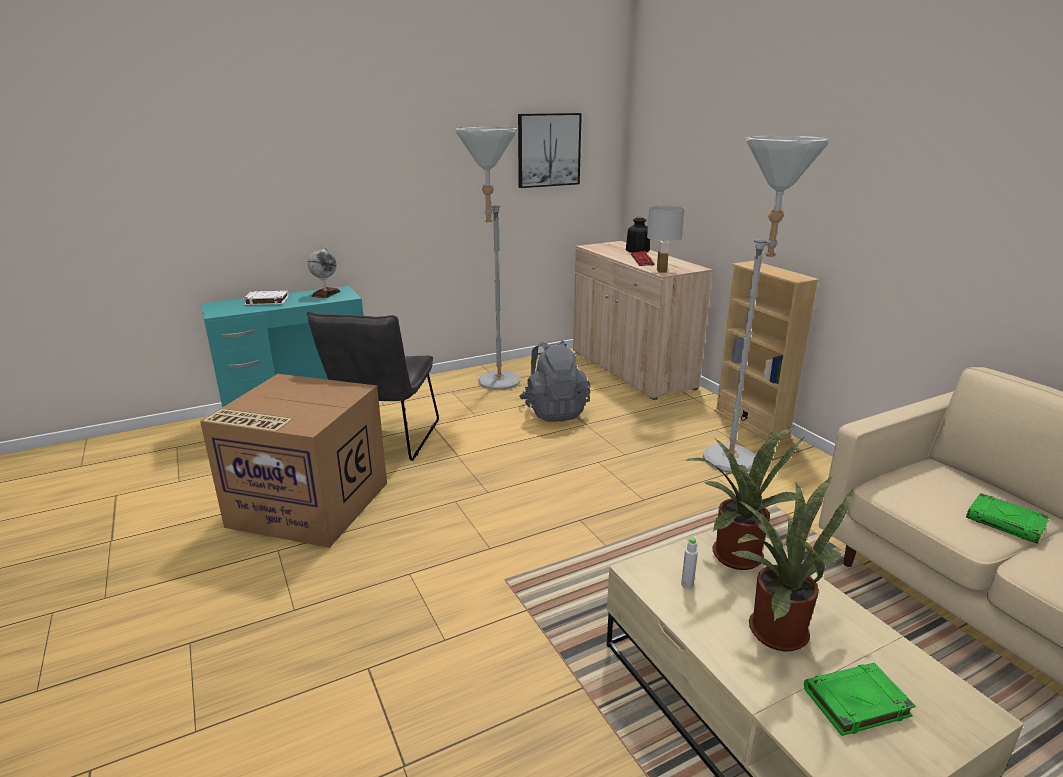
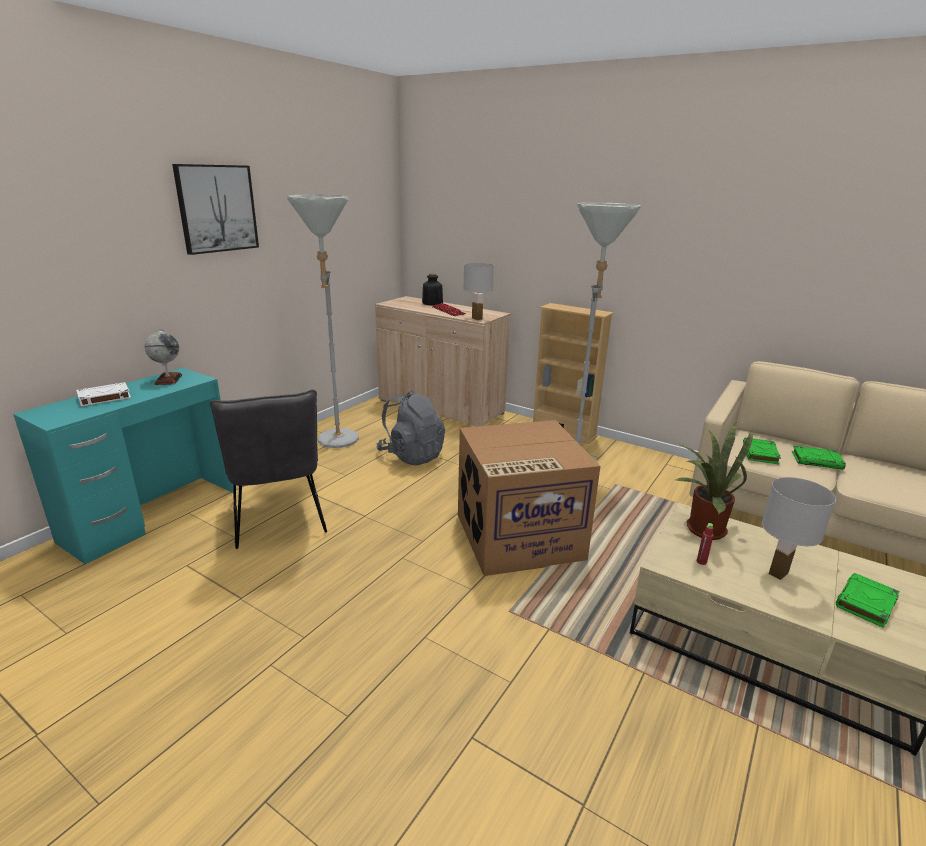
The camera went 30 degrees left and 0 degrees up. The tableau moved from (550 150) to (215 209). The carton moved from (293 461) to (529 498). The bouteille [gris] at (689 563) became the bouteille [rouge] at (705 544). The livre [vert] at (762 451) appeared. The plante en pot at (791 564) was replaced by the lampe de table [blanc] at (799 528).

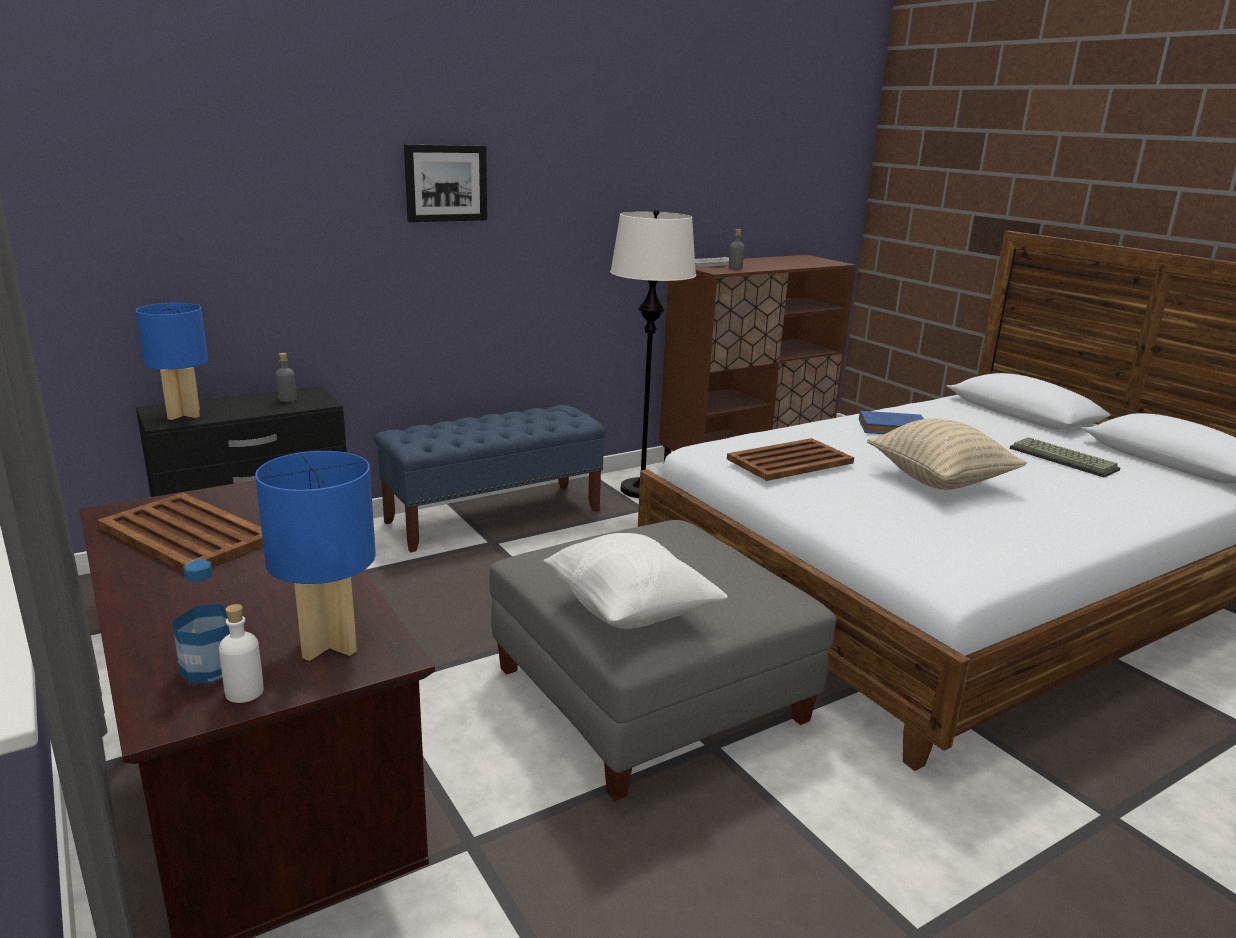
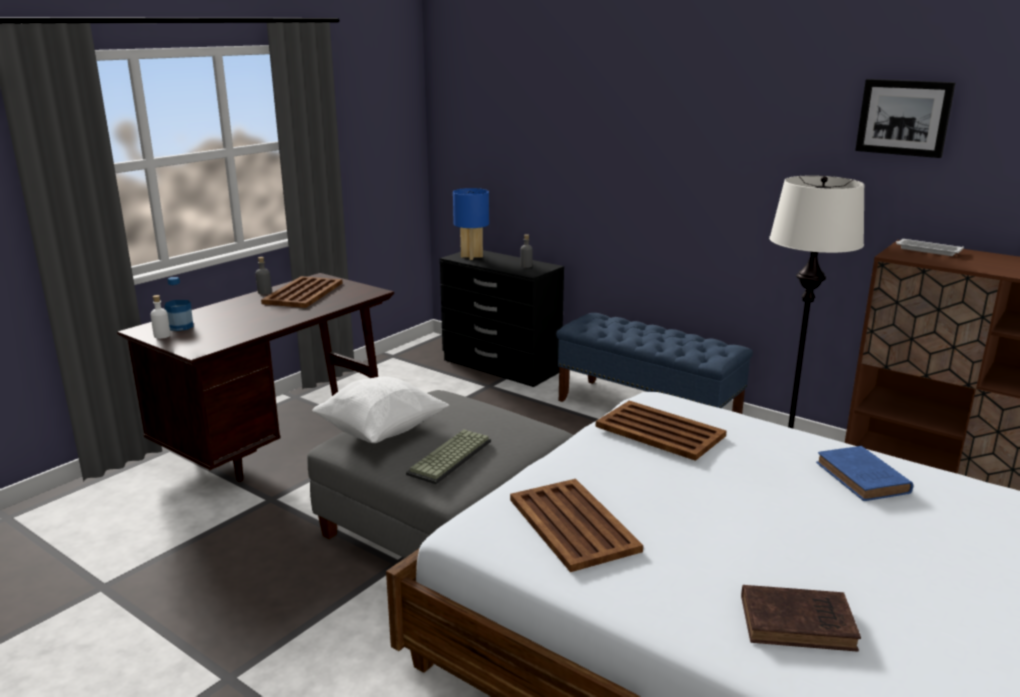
The camera went 70 degrees right and 0 degrees up. The bouteille [gris] moved from (736 249) to (264 276). The clavier moved from (1065 457) to (448 457). The plateau [marron] at (576 525) appeared. The livre [marron] at (801 618) appeared. The tableau moved from (445 183) to (905 118). The lampe de table [bleu] at (315 556) disappeared. The coussin [beige] at (947 454) disappeared.

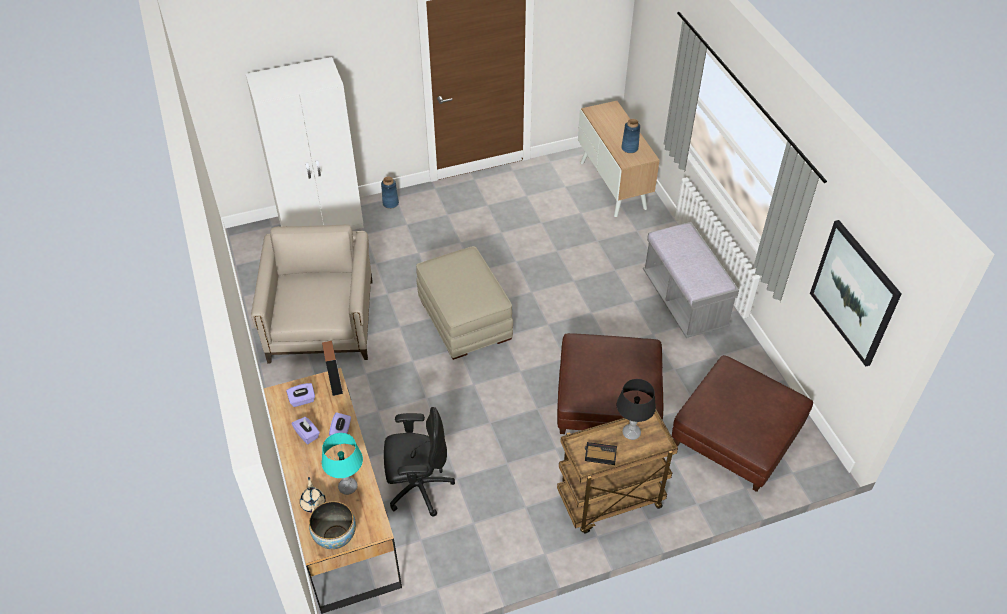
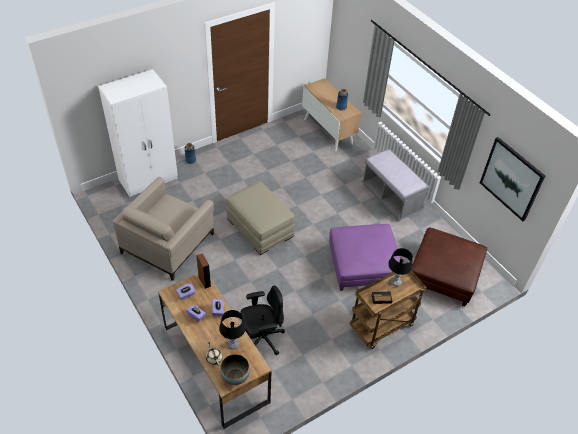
The camera went 15 degrees left and 0 degrees up. The fauteuil [beige] at (312 293) turned 135 degrees counterclockwise. The lampe de table [turquoise] at (342 464) became the lampe de table [noir] at (232 330). The pouf [marron] at (610 383) became the pouf [violet] at (365 257).

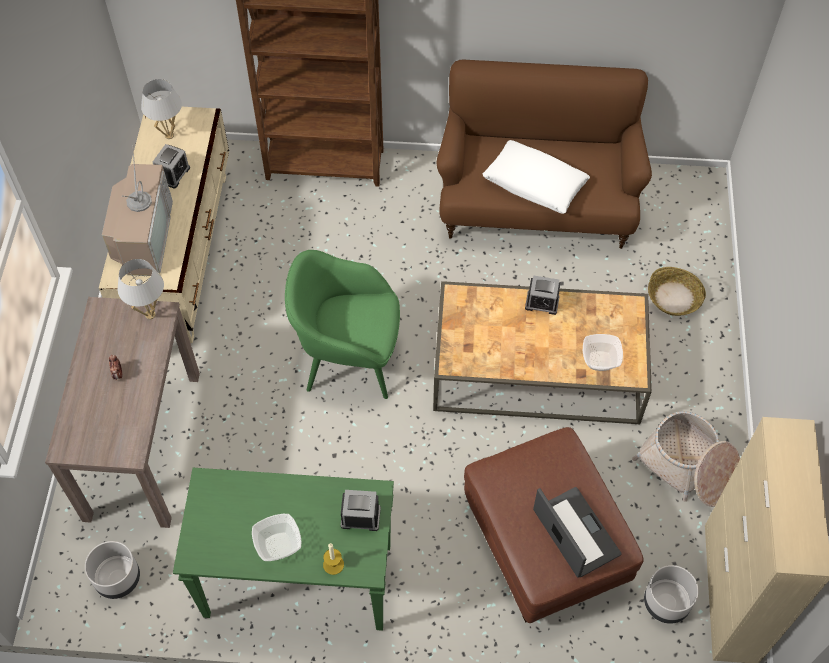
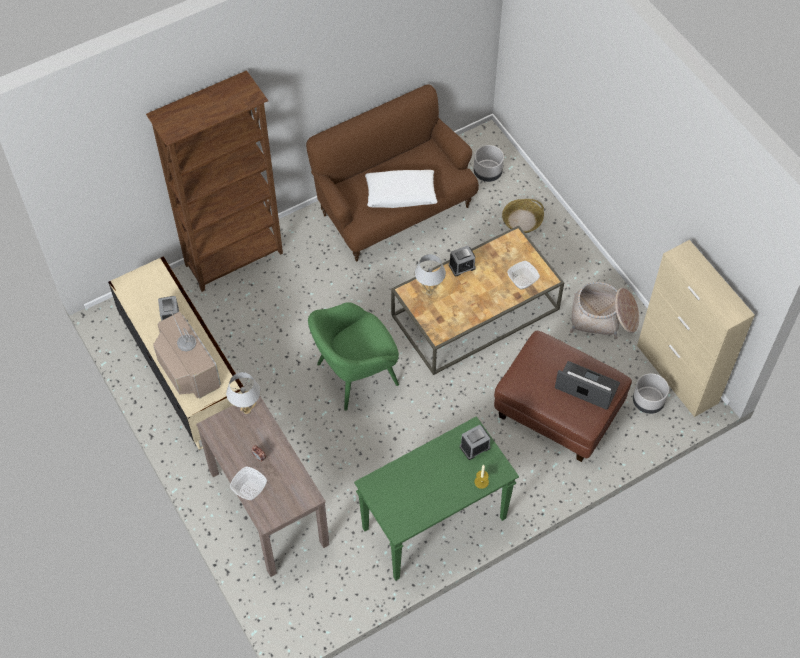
The camera went 35 degrees left and 0 degrees up. The bol moved from (277 537) to (248 483). The lampe de table [blanc] moved from (161 109) to (430 274). The cache-pot [gris] moved from (112 570) to (489 163).

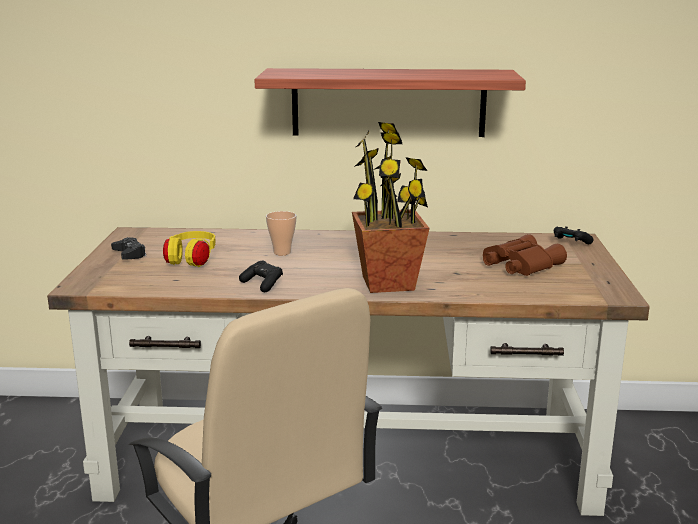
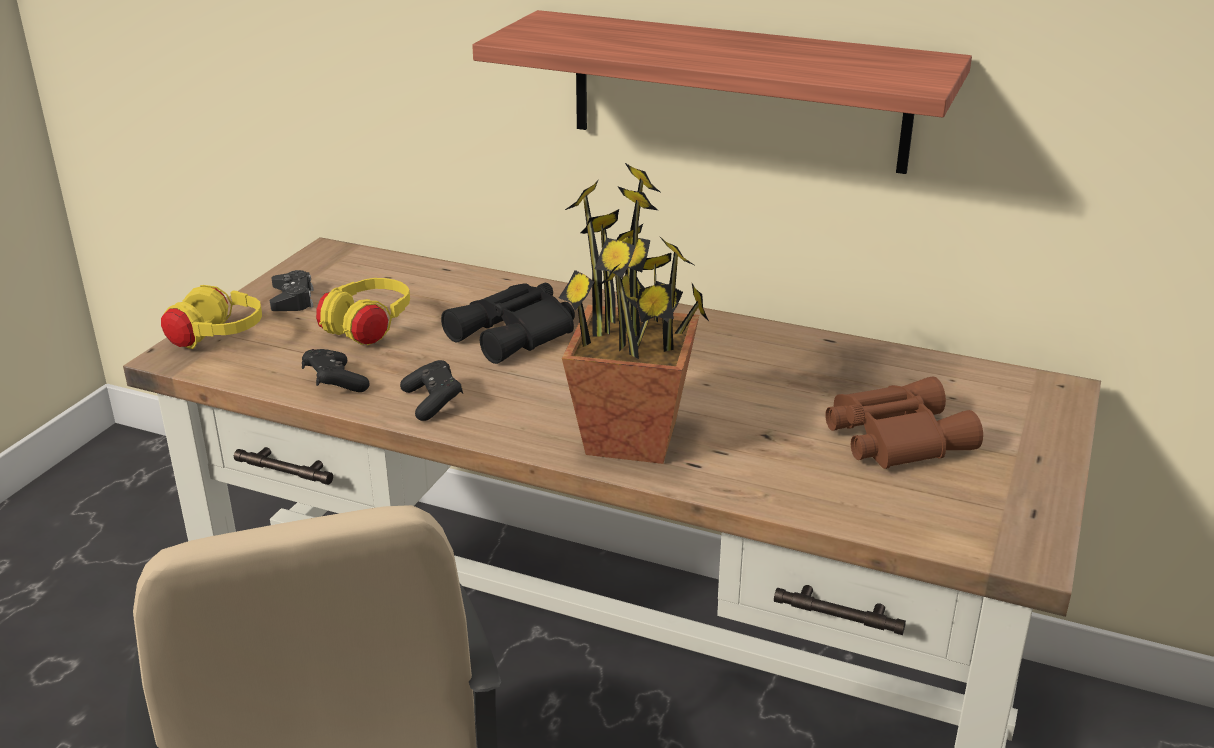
The camera went 20 degrees right and 10 degrees up. The casque audio [jaune] at (211 317) appeared. The manette [noir] moved from (573 235) to (336 370). The tasse at (281 233) was replaced by the jumelles [noir] at (508 323).

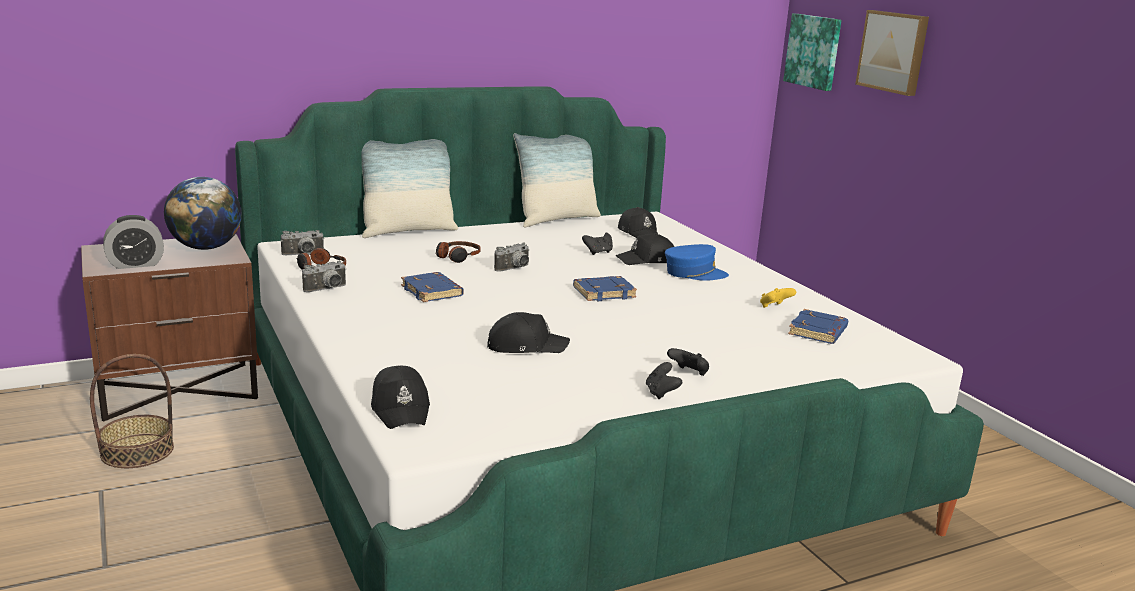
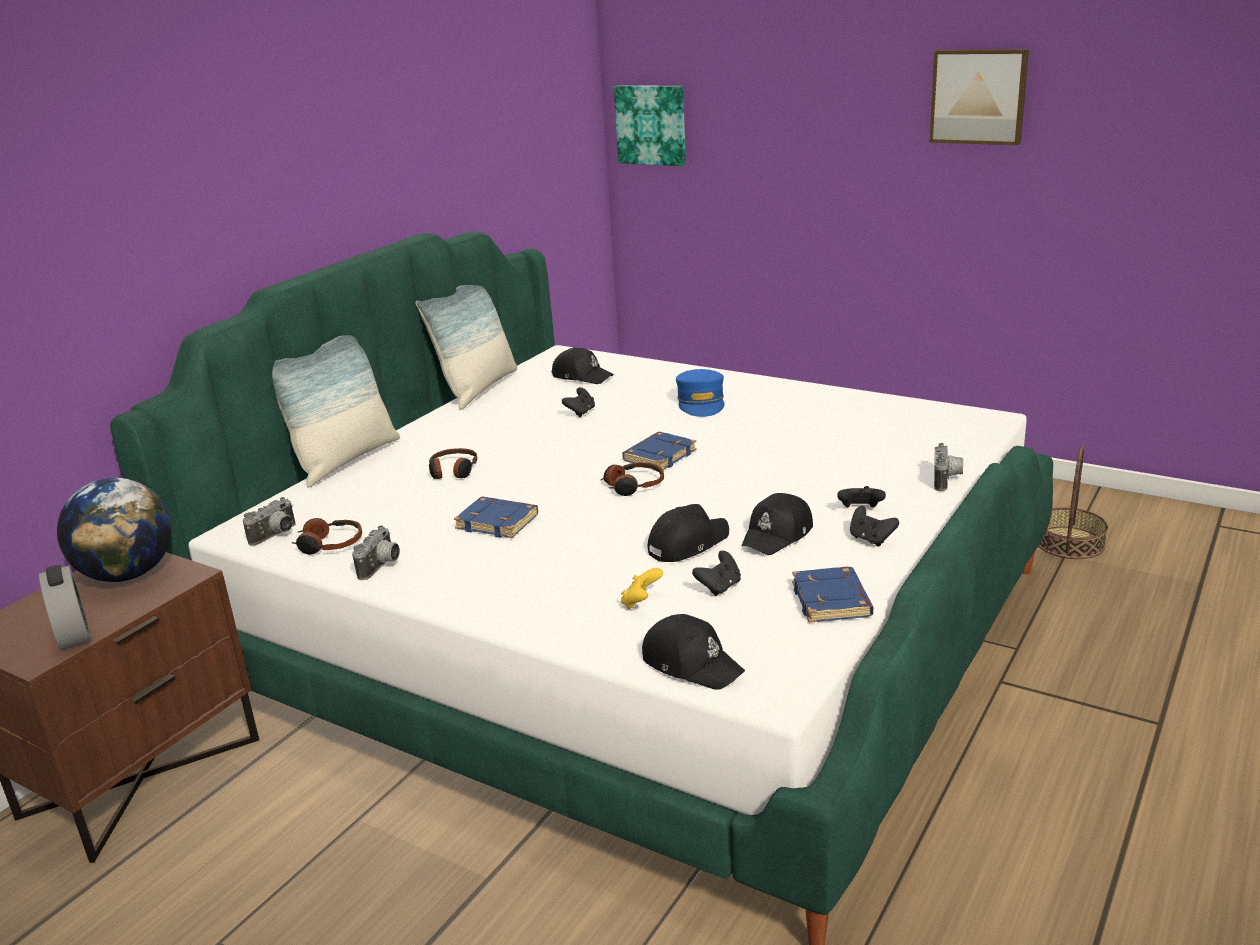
The camera went 30 degrees left and 5 degrees up. The réveil at (133 242) turned 60 degrees counterclockwise. The casque audio at (632 479) appeared. The manette [jaune] moved from (778 298) to (642 588). The casquette [bleu] at (697 262) turned 120 degrees clockwise. The manette [noir] at (716 573) appeared. The casquette [noir] moved from (645 249) to (777 524). The livre [bleu] moved from (818 326) to (832 595). The tableau moved from (892 53) to (979 97). The appareil photo moved from (512 257) to (948 467). The panier moved from (132 411) to (1073 502).

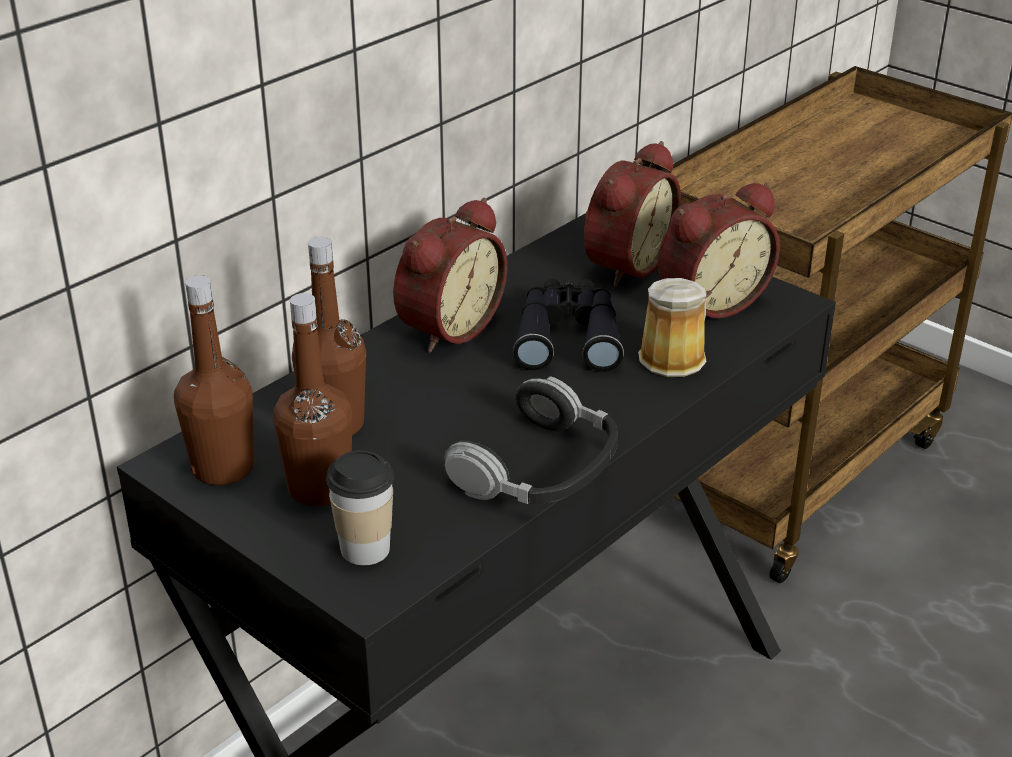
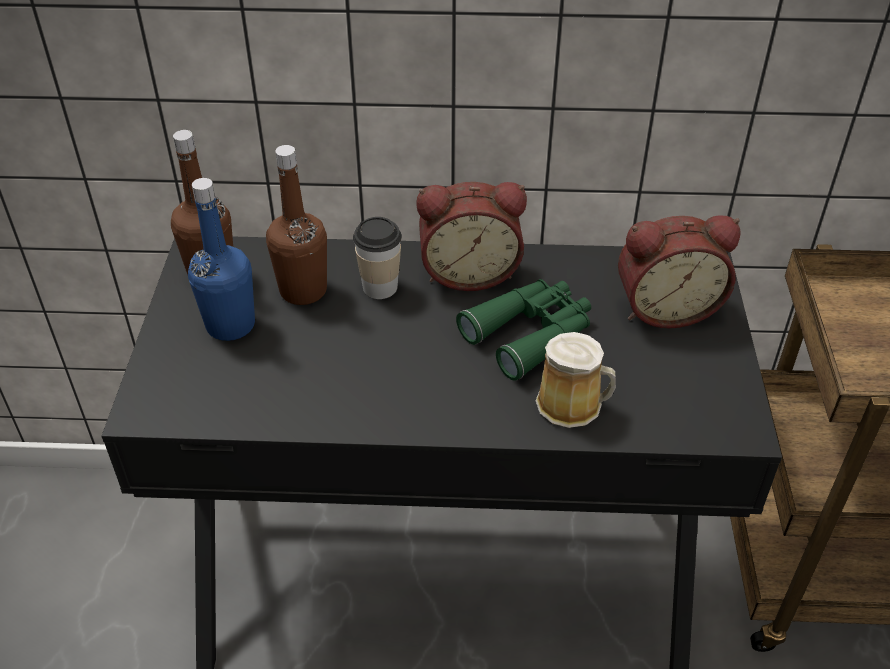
The camera went 50 degrees right and 10 degrees up. The bouteille [marron] at (313 399) became the bouteille [bleu] at (221 259). The tasse moved from (360 507) to (377 258). The jumelles [noir] at (568 325) became the jumelles [vert] at (523 330). The casque audio at (531 440) disappeared. The réveil at (719 250) disappeared.

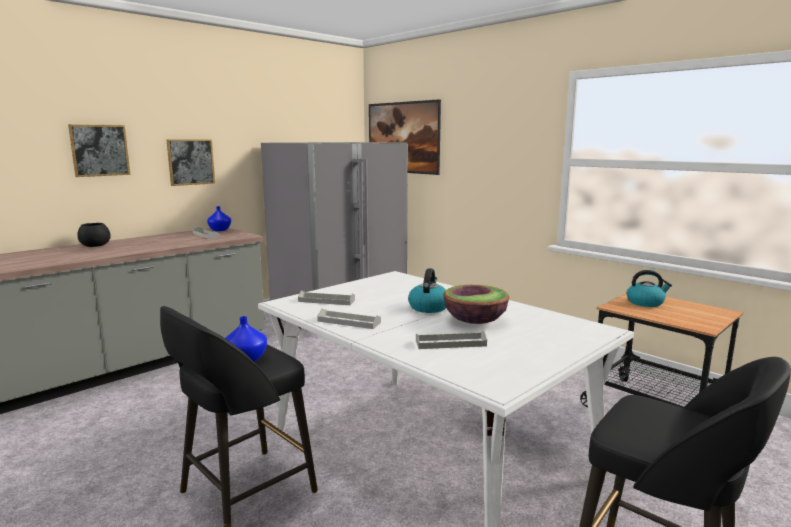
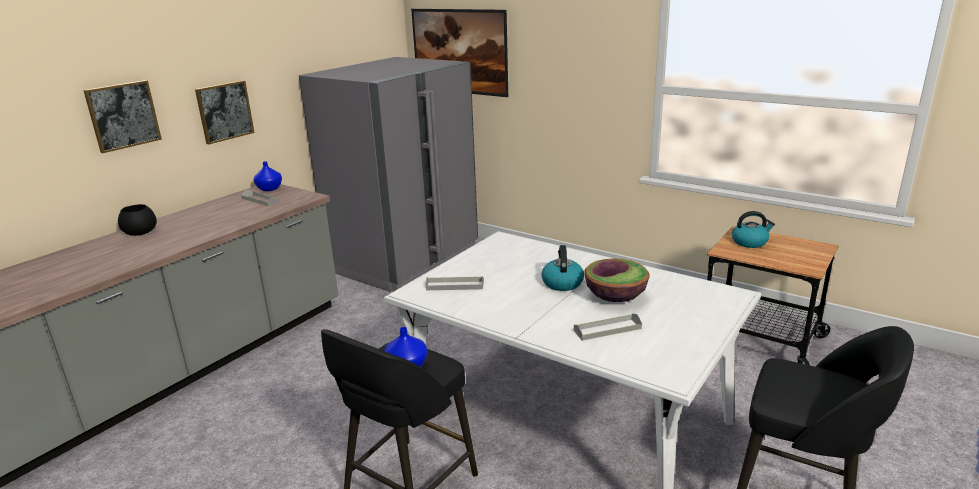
The camera went 10 degrees left and 10 degrees up. The plateau [gris] at (349 319) disappeared.

